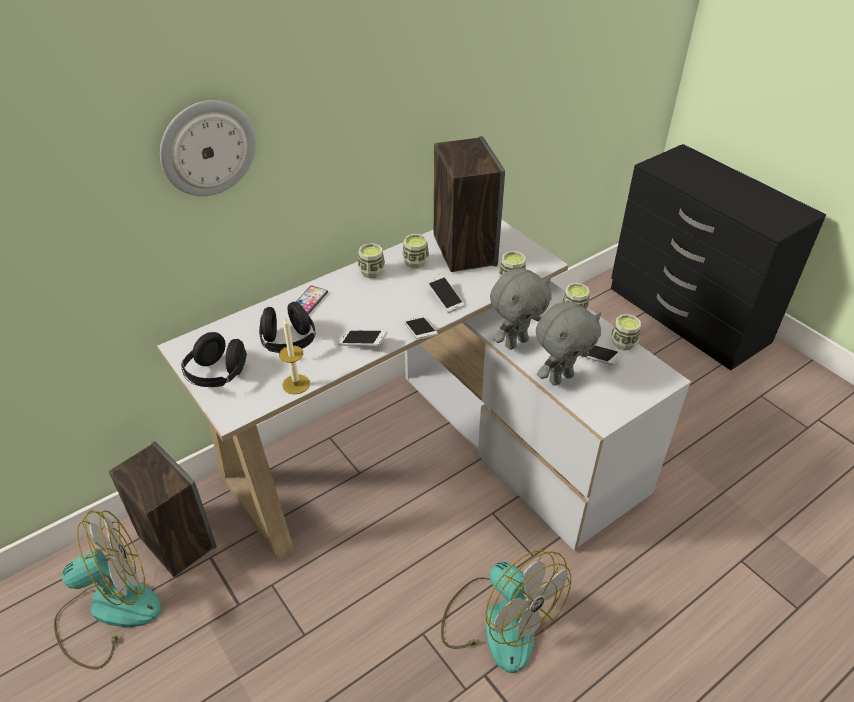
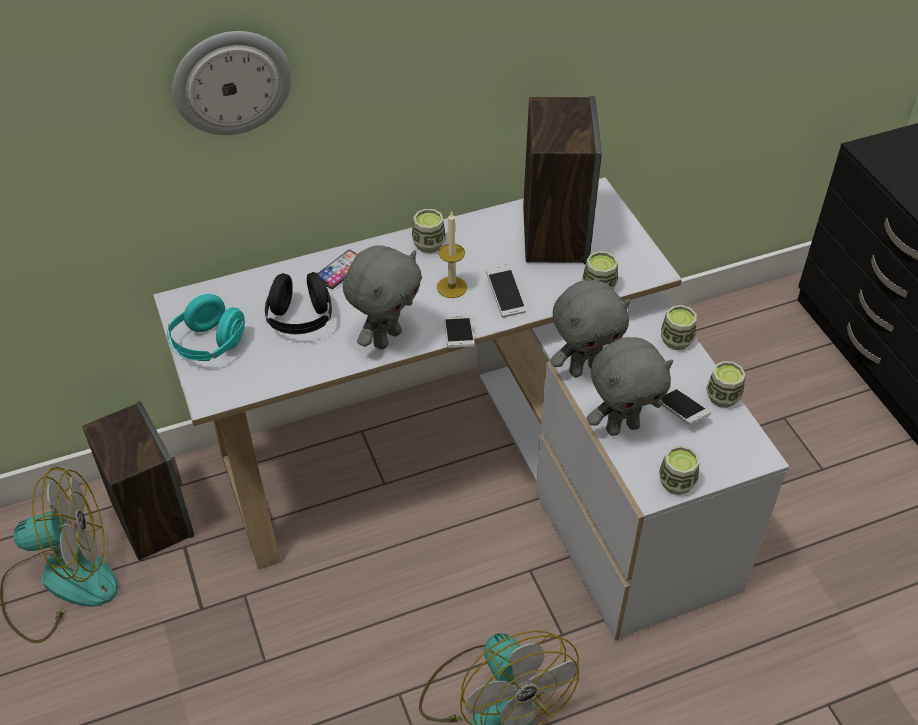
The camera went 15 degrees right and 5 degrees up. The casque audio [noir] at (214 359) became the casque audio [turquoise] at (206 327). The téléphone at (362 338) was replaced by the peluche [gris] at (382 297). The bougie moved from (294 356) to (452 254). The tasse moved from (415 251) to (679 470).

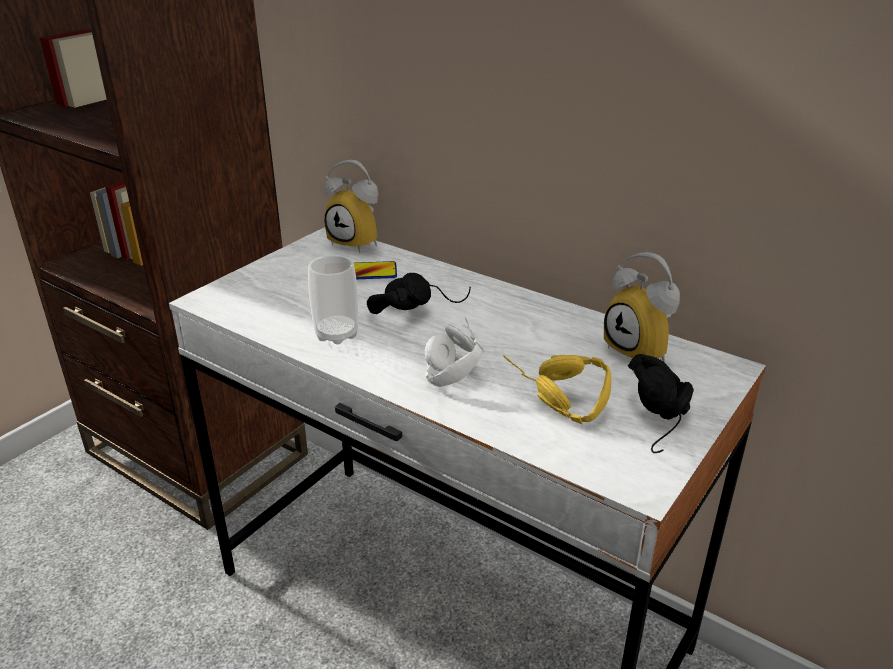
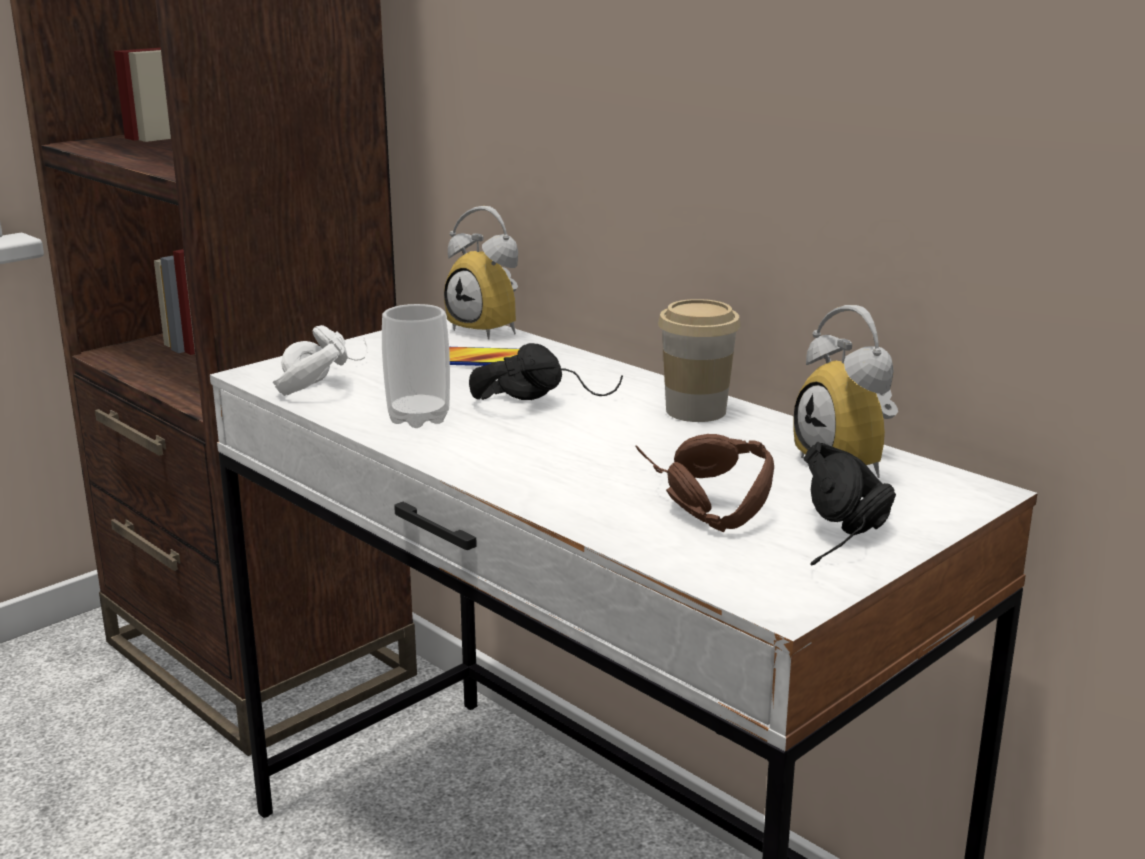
The camera went 10 degrees right and 10 degrees down. The casque audio [blanc] moved from (455 351) to (320 360). The casque audio [jaune] at (557 389) became the casque audio [marron] at (705 483). The tasse at (699 360) appeared.

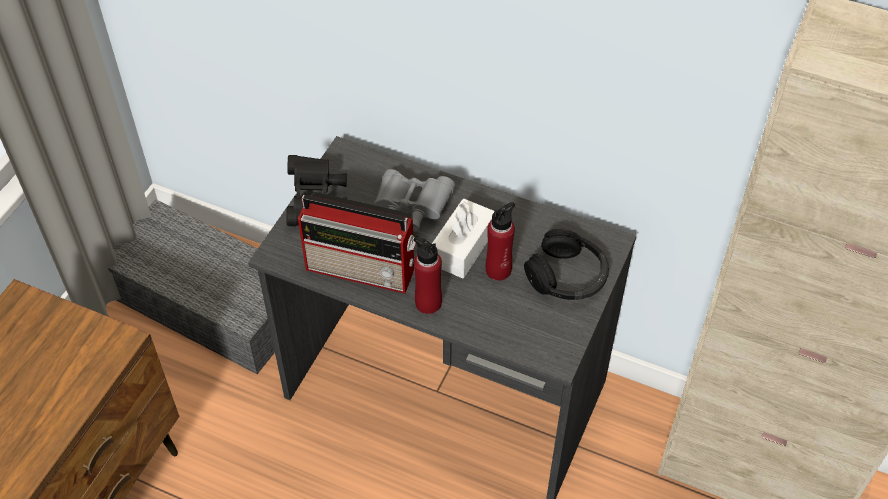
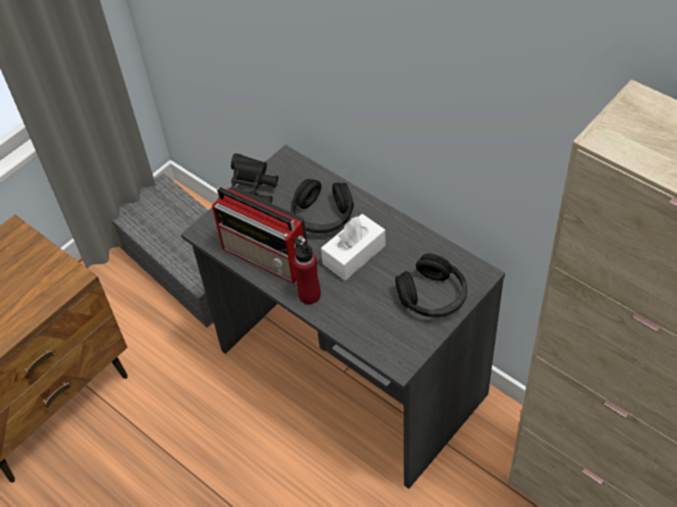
The camera went 20 degrees right and 0 degrees up. The jumelles [gris] at (414 200) was replaced by the casque audio [noir] at (322 206). The bouteille [rouge] at (500 241) disappeared.

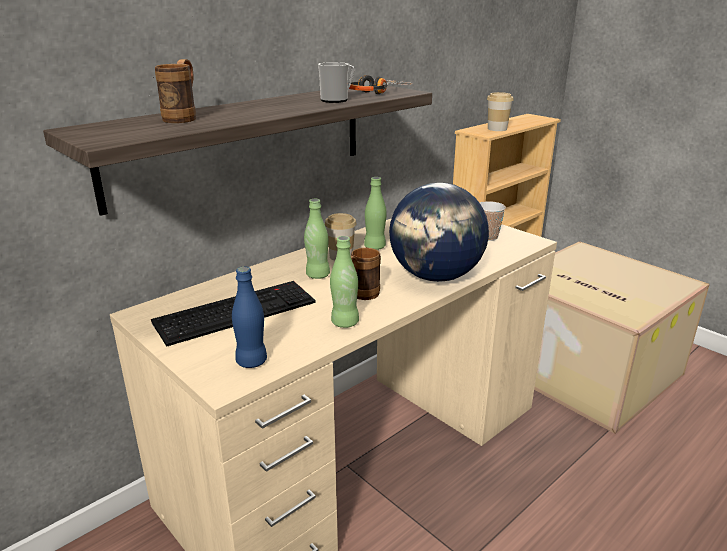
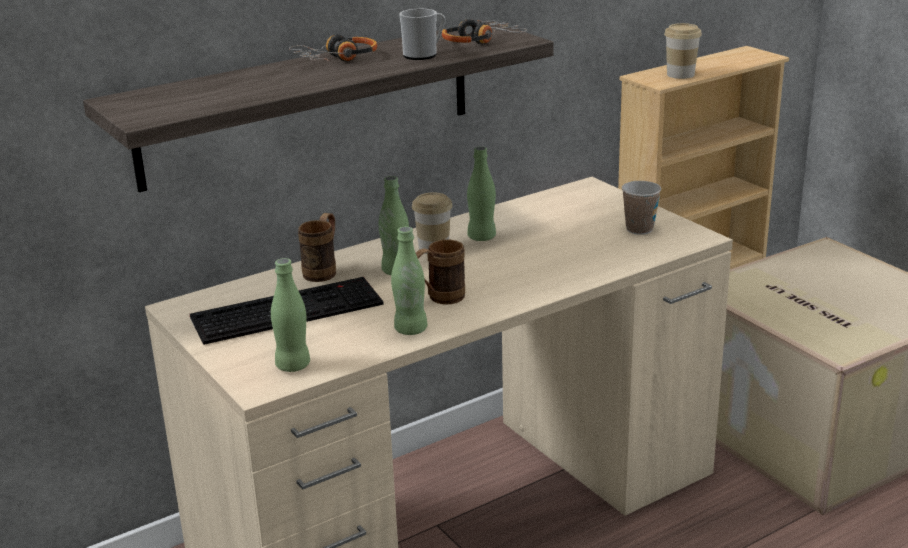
The camera went 10 degrees right and 0 degrees up. The bouteille [bleu] at (249 317) became the bouteille [vert] at (290 315). The casque audio at (333 48) appeared. The mug [marron] moved from (175 91) to (317 247). The globe at (439 232) disappeared.

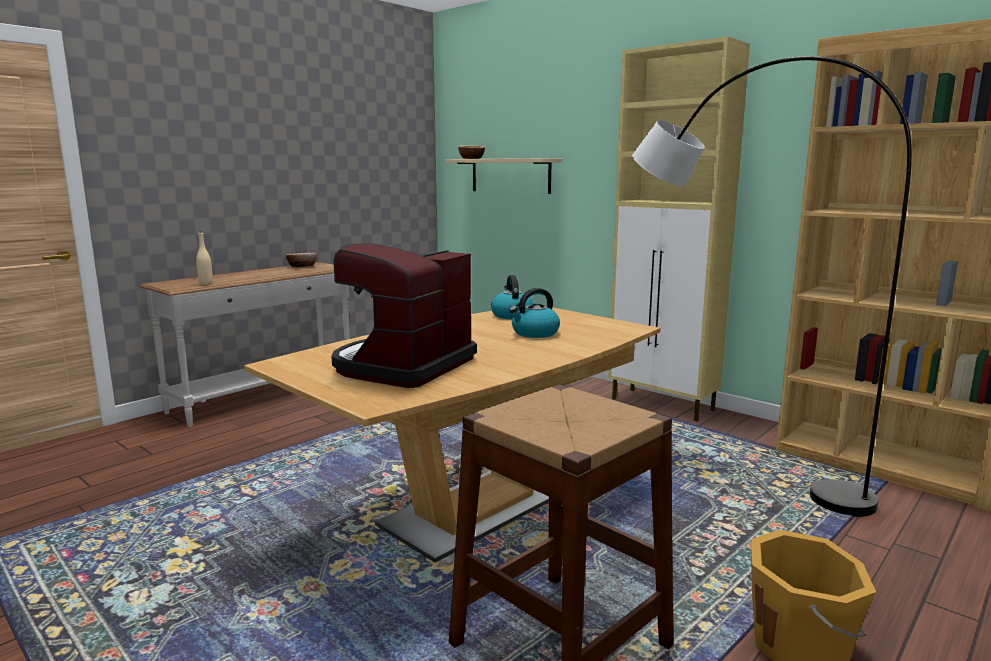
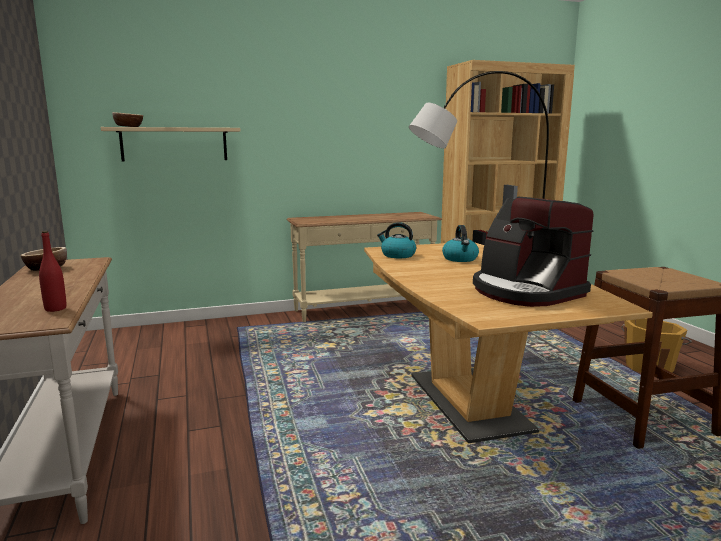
The camera went 60 degrees left and 0 degrees up. The bouteille [beige] at (204 258) became the bouteille [rouge] at (52 271). The meuble de rangement [beige] at (679 229) was replaced by the table console [beige] at (364 267).

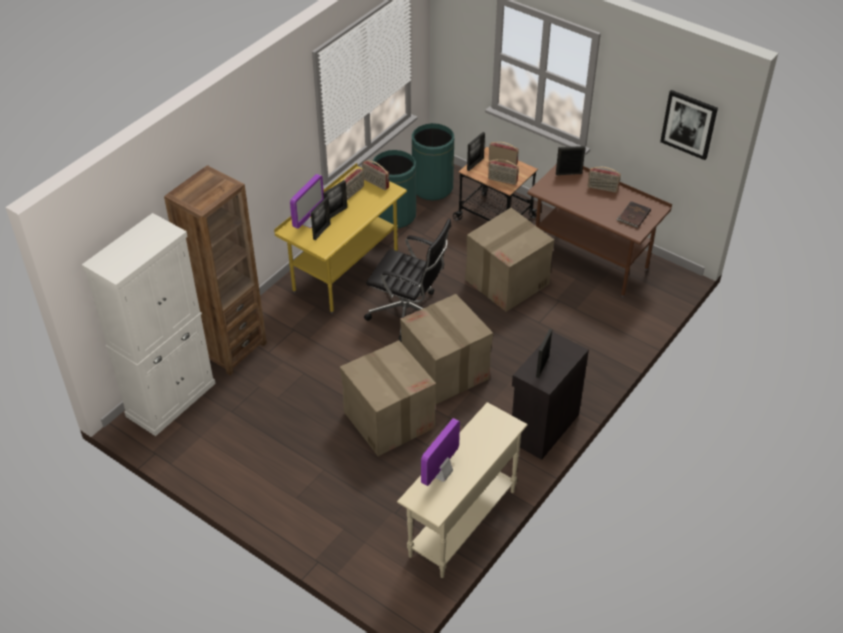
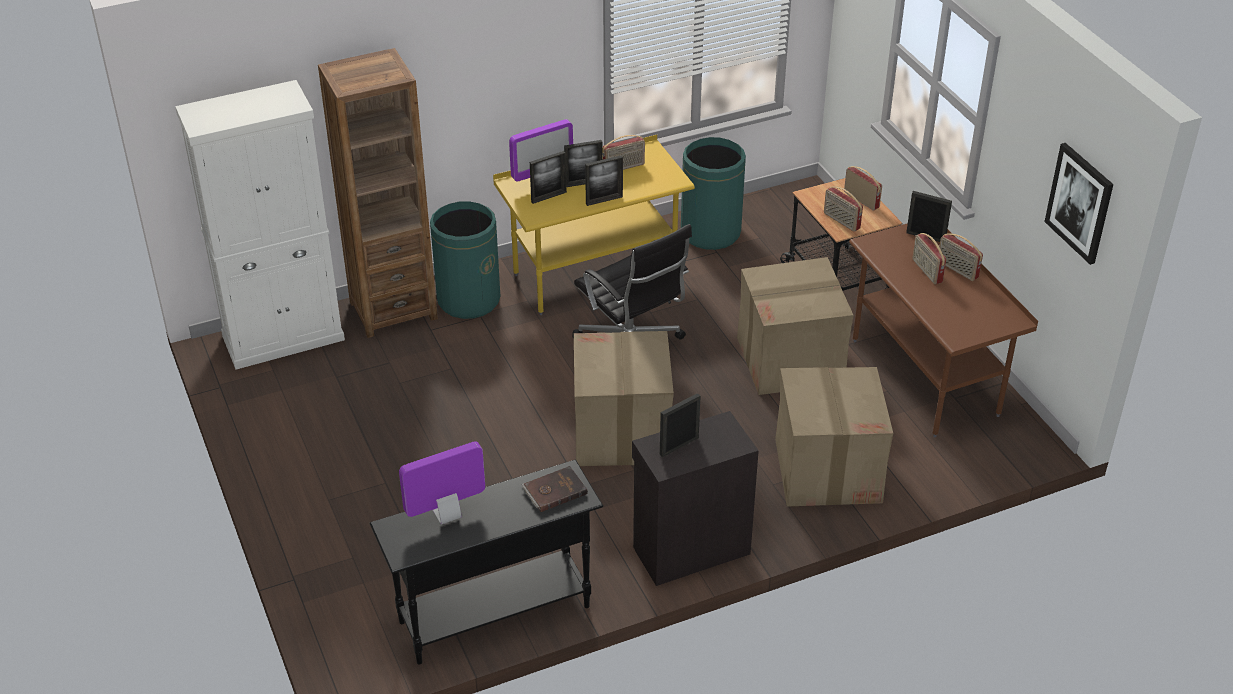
The camera went 30 degrees right and 5 degrees down. The table console [beige] at (462 490) became the table console [noir] at (486 562). The poubelle [vert] moved from (433 162) to (465 260). The livre [marron] moved from (633 214) to (555 489). The cadre photo moved from (476 151) to (604 180). The carton moved from (388 398) to (834 437). The radio moved from (375 175) to (929 258).

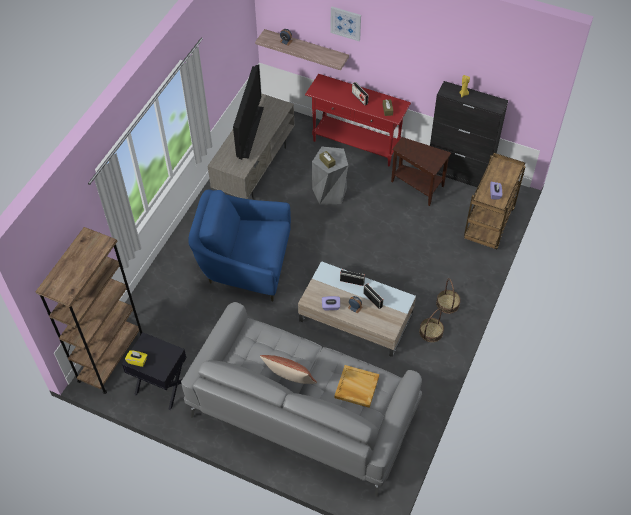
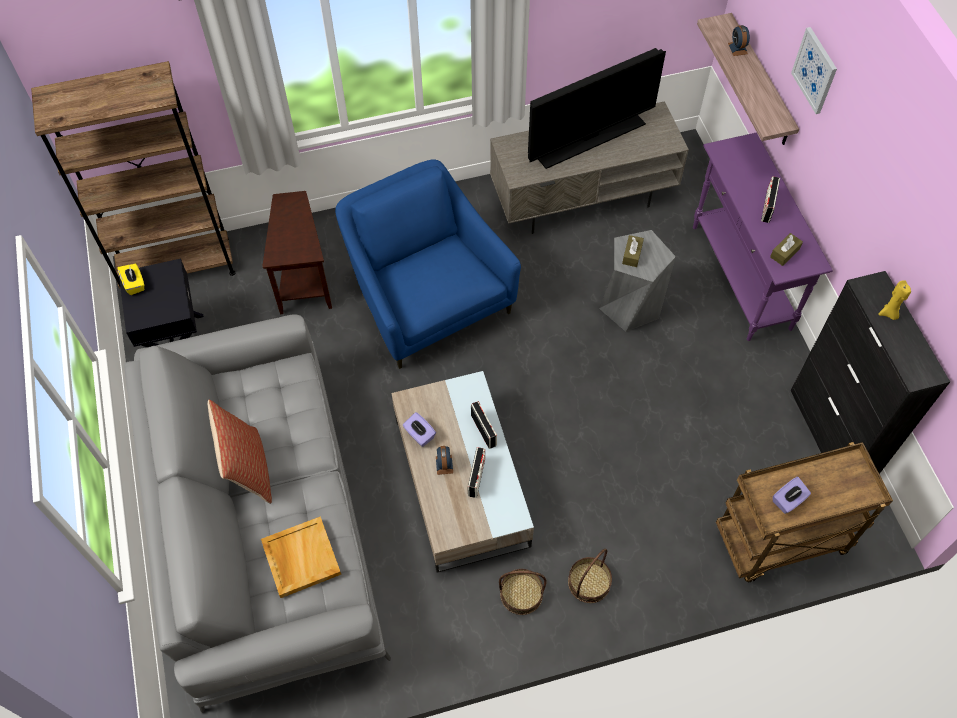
The camera went 50 degrees right and 5 degrees up. The table d'appoint [marron] moved from (421 171) to (297 252). The table console [rouge] at (358 120) became the table console [violet] at (763 237).

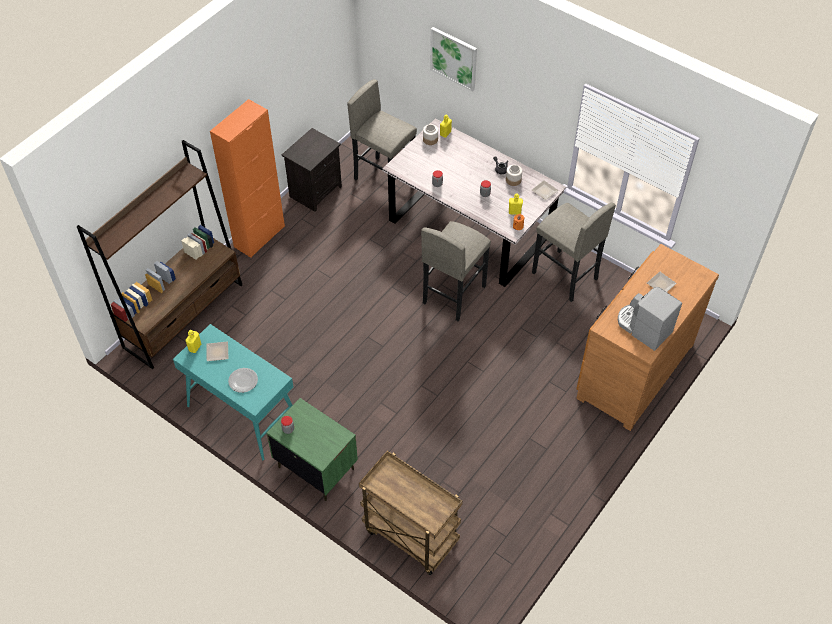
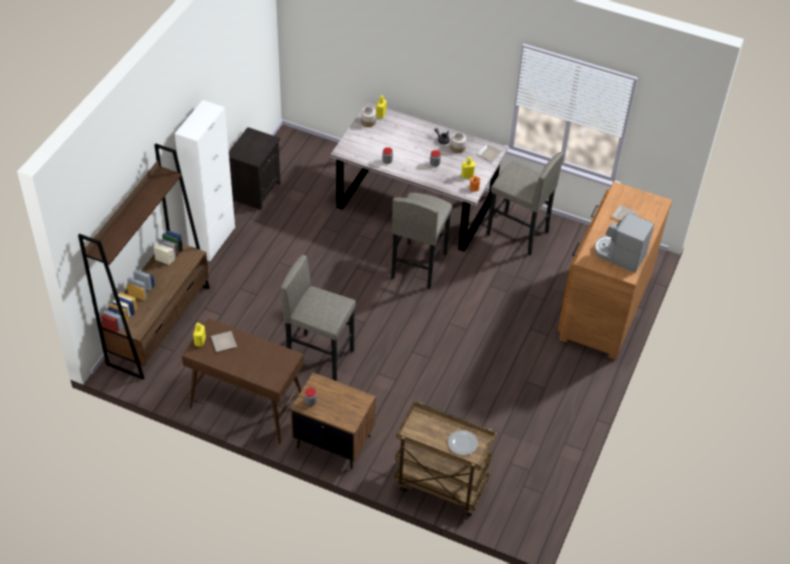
The camera went 15 degrees left and 5 degrees down. The meuble de rangement [orange] at (247 178) became the meuble de rangement [blanc] at (205 180). The table console [turquoise] at (233 392) became the table console [marron] at (243 381). The tabouret [gris] moved from (382 129) to (318 318). The table de chevet [vert] at (312 449) became the table de chevet [marron] at (333 421). The assiette moved from (243 380) to (463 442). The tableau at (453 59) disappeared.

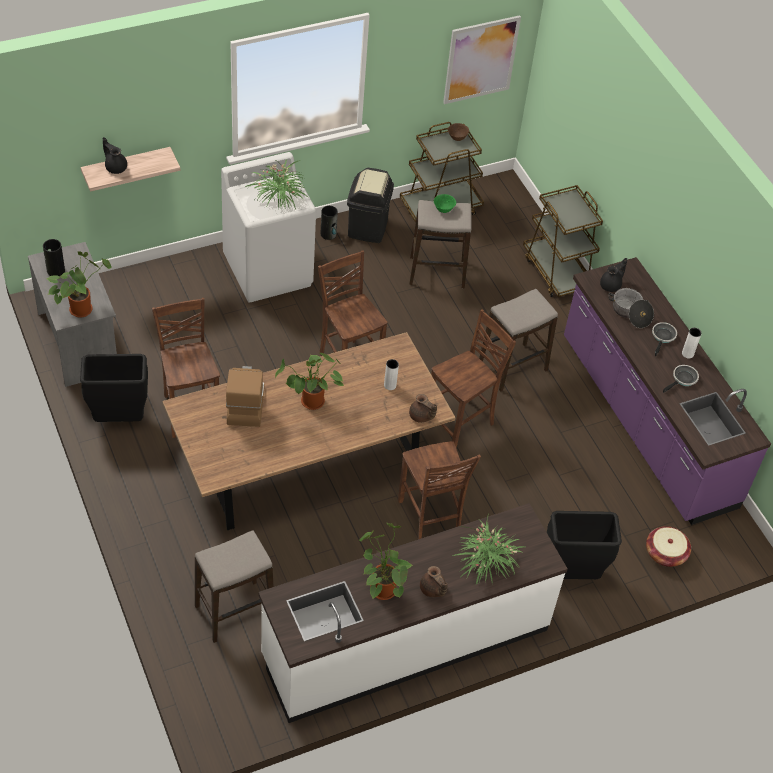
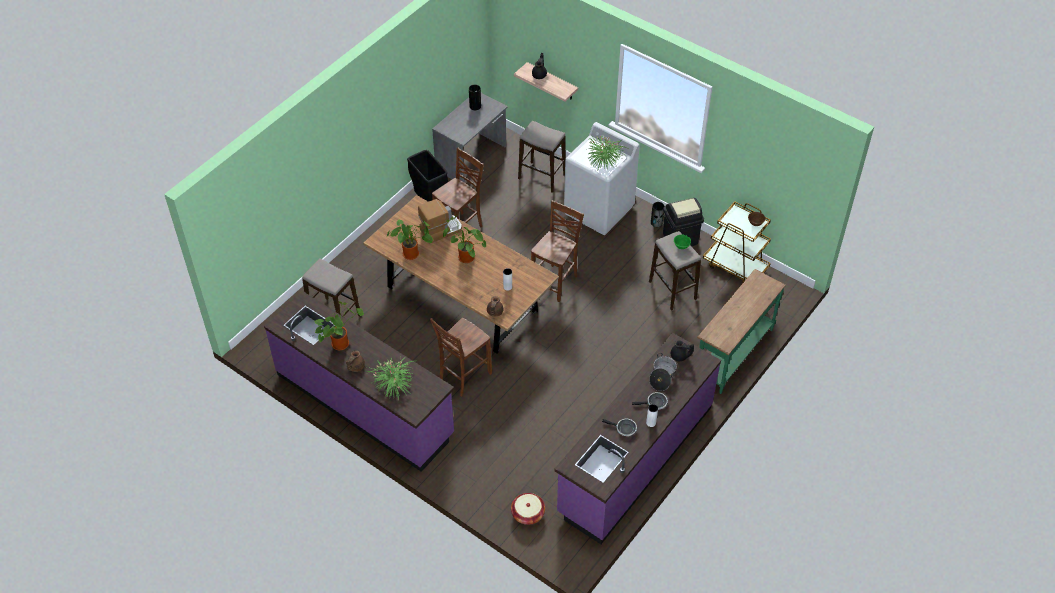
The camera went 65 degrees right and 0 degrees up. The comptoir de cuisine [blanc] at (413 613) became the comptoir de cuisine [violet] at (359 381). The plante en pot moved from (79 284) to (410 239). The tabouret moved from (518 340) to (542 157). The chariot [marron] at (563 241) was replaced by the table console [vert] at (741 331). The chaise [marron] at (473 378) disappeared. The tableau at (482 59) disappeared. The poubelle [noir] at (584 545) disappeared.

